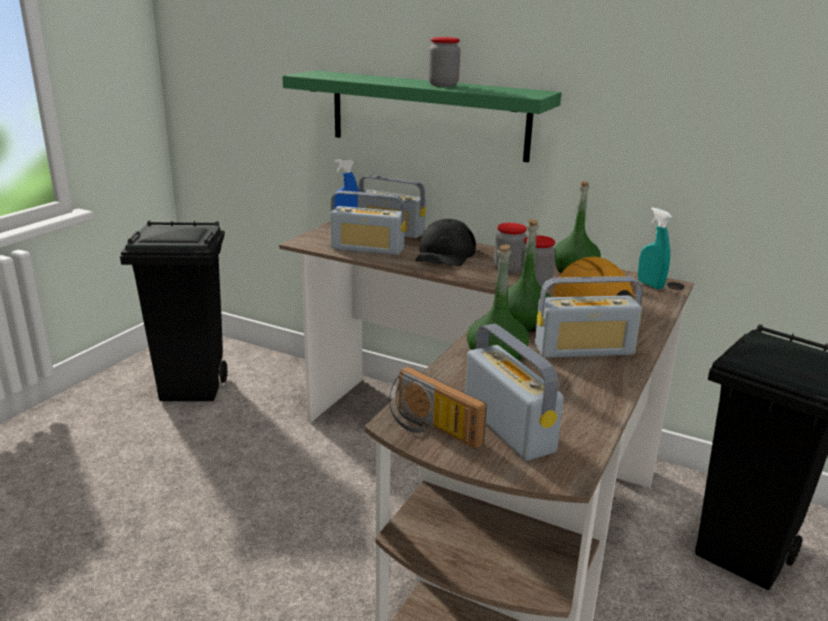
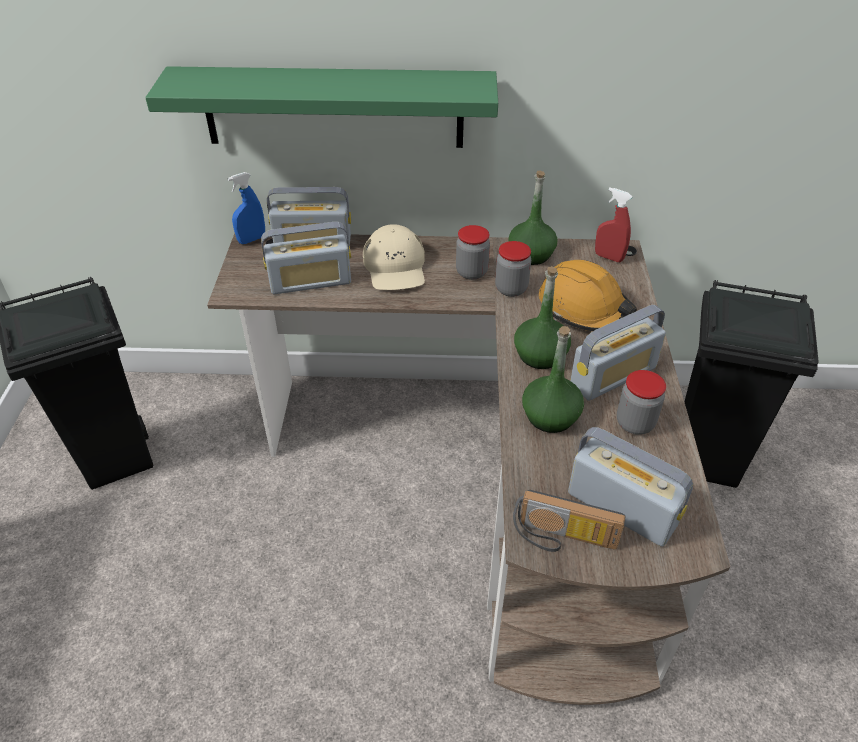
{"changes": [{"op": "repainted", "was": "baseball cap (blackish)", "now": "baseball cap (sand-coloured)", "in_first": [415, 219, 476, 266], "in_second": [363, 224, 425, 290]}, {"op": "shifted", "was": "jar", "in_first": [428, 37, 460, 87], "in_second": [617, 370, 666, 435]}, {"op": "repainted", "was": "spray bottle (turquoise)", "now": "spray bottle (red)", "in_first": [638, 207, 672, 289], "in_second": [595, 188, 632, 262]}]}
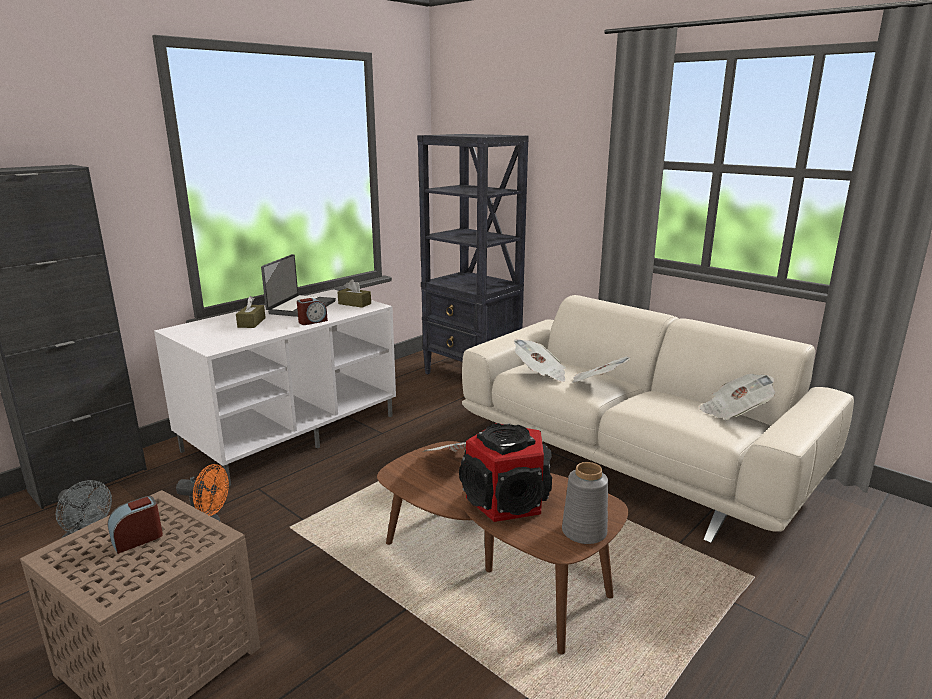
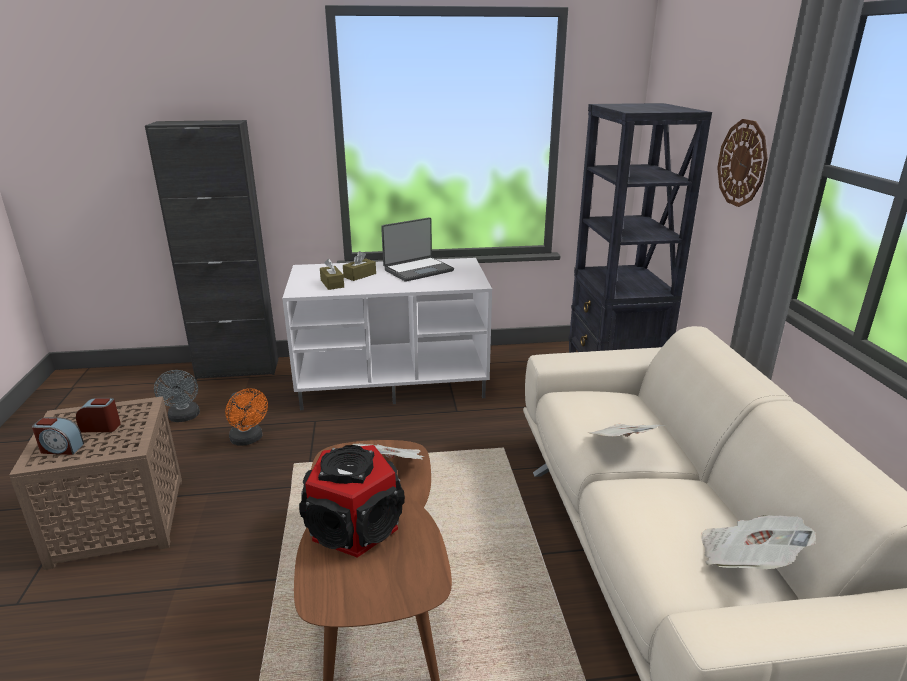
{"changes": [{"op": "shifted", "was": "bedside clock", "in_first": [297, 298, 328, 325], "in_second": [32, 417, 84, 455]}, {"op": "shifted", "was": "box of tissues (brown-coloured)", "in_first": [337, 279, 371, 308], "in_second": [320, 259, 344, 290]}, {"op": "gone", "was": "daily paper", "in_first": [514, 339, 566, 382]}, {"op": "gone", "was": "vase (greyish)", "in_first": [562, 462, 608, 544]}, {"op": "new", "now": "clock on the wall", "in_second": [717, 119, 768, 207]}]}
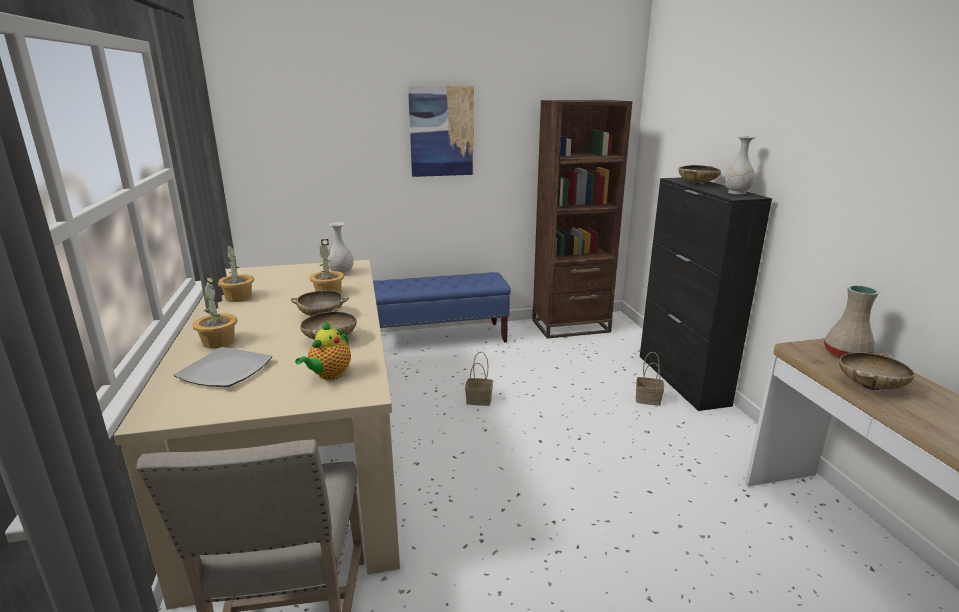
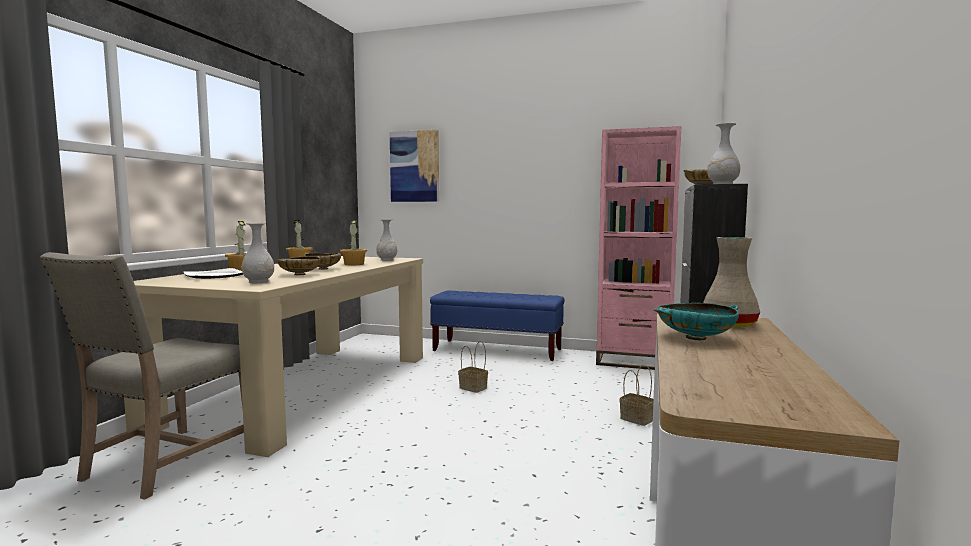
{"changes": [{"op": "swapped", "was": "teapot", "now": "vase (white)", "in_first": [295, 321, 351, 380], "in_second": [242, 223, 274, 283]}, {"op": "shifted", "was": "wall art", "in_first": [408, 86, 474, 177], "in_second": [390, 130, 439, 202]}, {"op": "repainted", "was": "shelving unit (brown-coloured)", "now": "shelving unit (pinkish)", "in_first": [532, 100, 632, 339], "in_second": [596, 126, 681, 370]}, {"op": "repainted", "was": "deep dish (sand-coloured)", "now": "deep dish (turquoise)", "in_first": [839, 352, 915, 390], "in_second": [654, 303, 739, 340]}]}
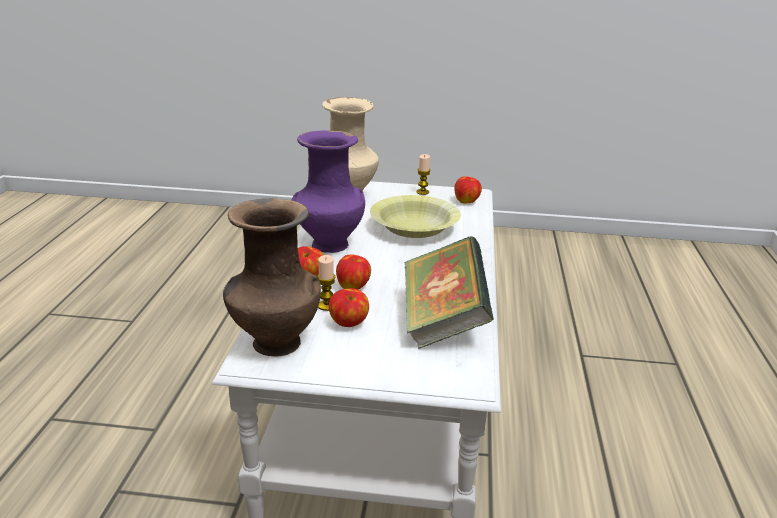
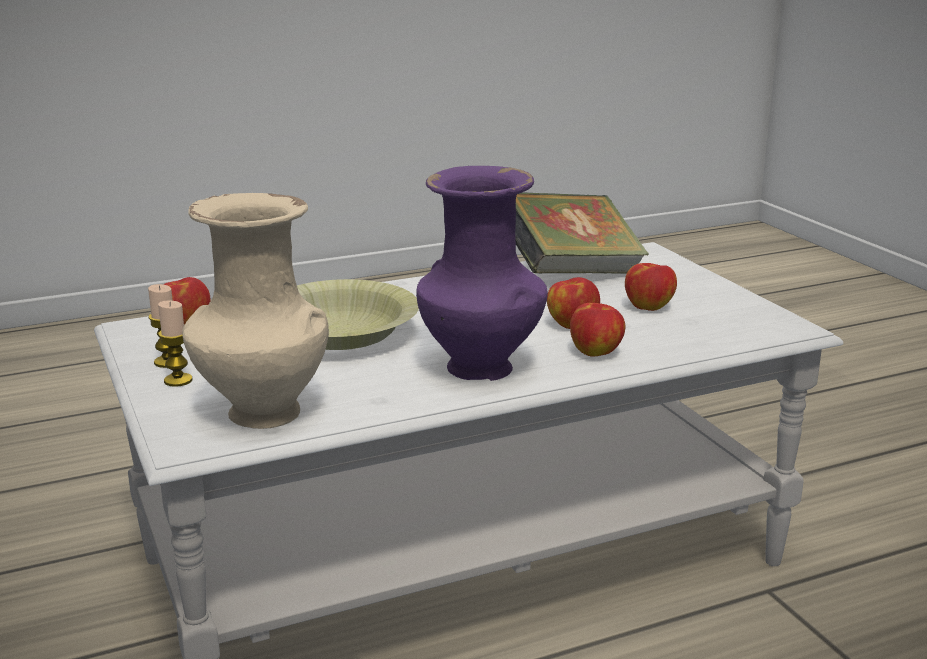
{"changes": [{"op": "gone", "was": "vase (brown-coloured)", "in_first": [223, 199, 321, 357]}, {"op": "shifted", "was": "wax light", "in_first": [317, 255, 336, 311], "in_second": [158, 300, 192, 387]}]}
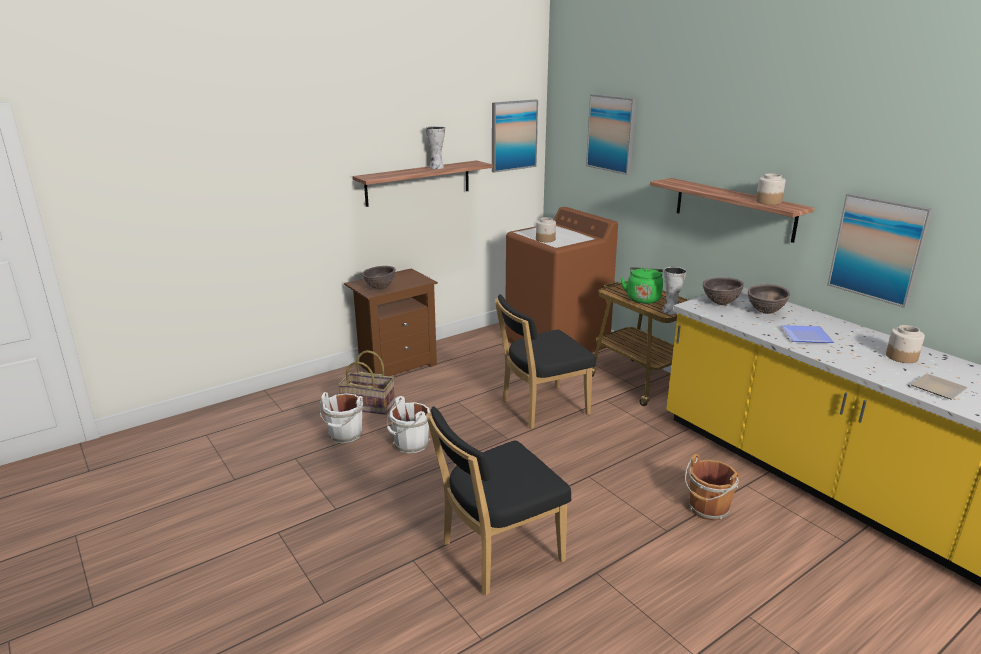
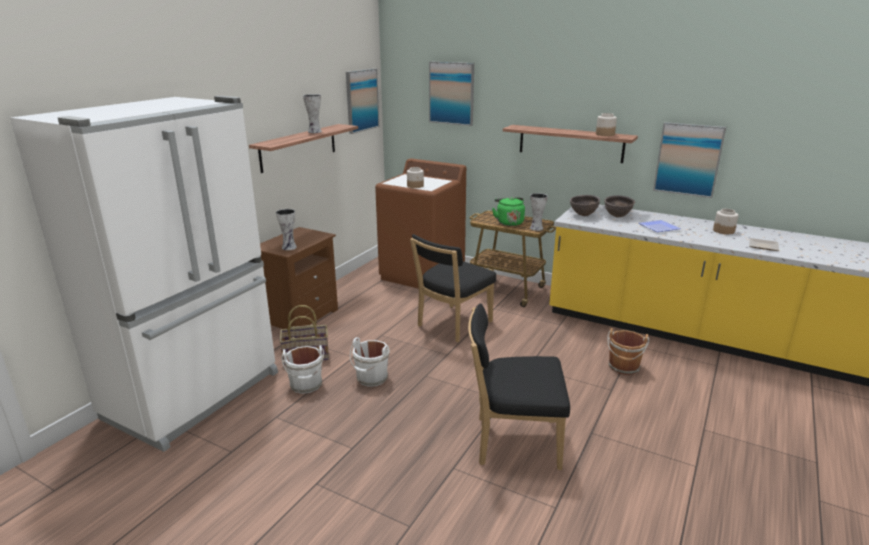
{"changes": [{"op": "swapped", "was": "deep dish (brown-coloured)", "now": "vase", "in_first": [362, 266, 395, 290], "in_second": [276, 209, 297, 250]}, {"op": "rotated", "was": "chair (blackish)", "in_first": [426, 406, 571, 595], "in_second": [468, 303, 570, 470], "clockwise": 60}, {"op": "new", "now": "fridge (white)", "in_second": [10, 96, 278, 452]}]}
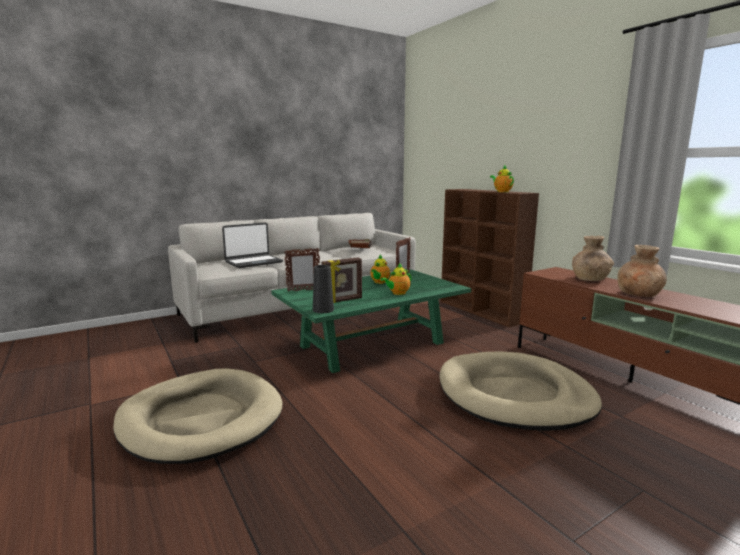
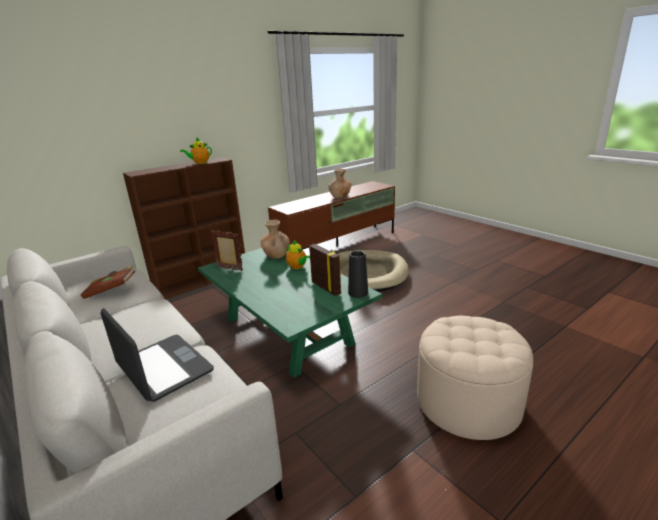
{"changes": [{"op": "swapped", "was": "dog bed (sand-coloured)", "now": "footrest (sand-coloured)", "in_first": [113, 368, 282, 464], "in_second": [417, 316, 533, 440]}, {"op": "gone", "was": "photo frame", "in_first": [284, 248, 320, 292]}, {"op": "gone", "was": "teapot", "in_first": [370, 255, 390, 284]}, {"op": "shifted", "was": "vase (brown-coloured)", "in_first": [572, 236, 614, 281], "in_second": [261, 220, 290, 259]}]}
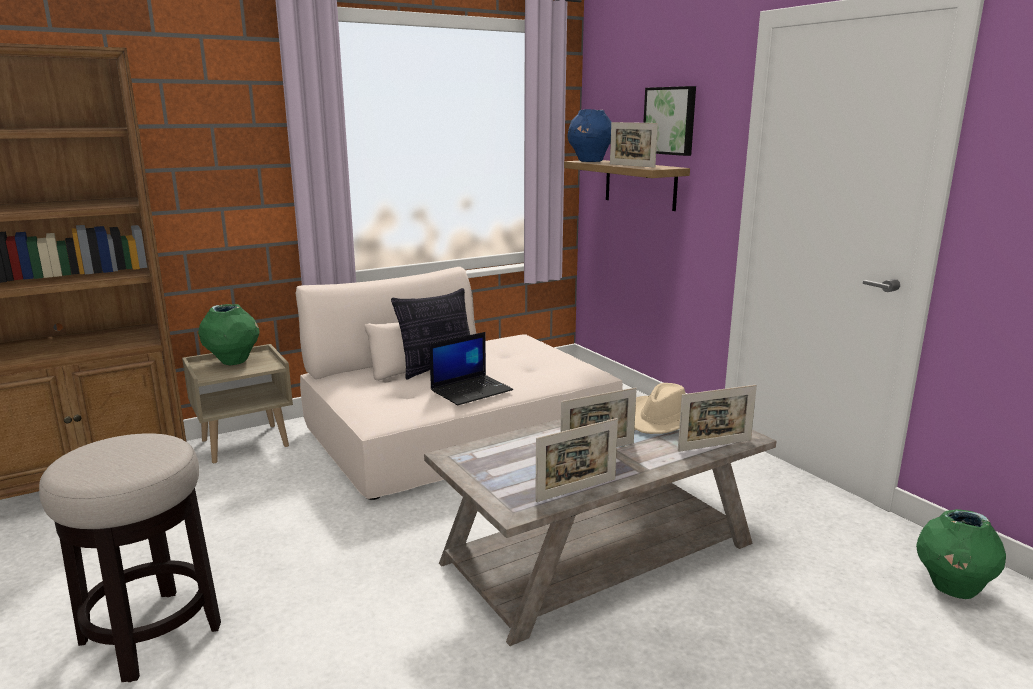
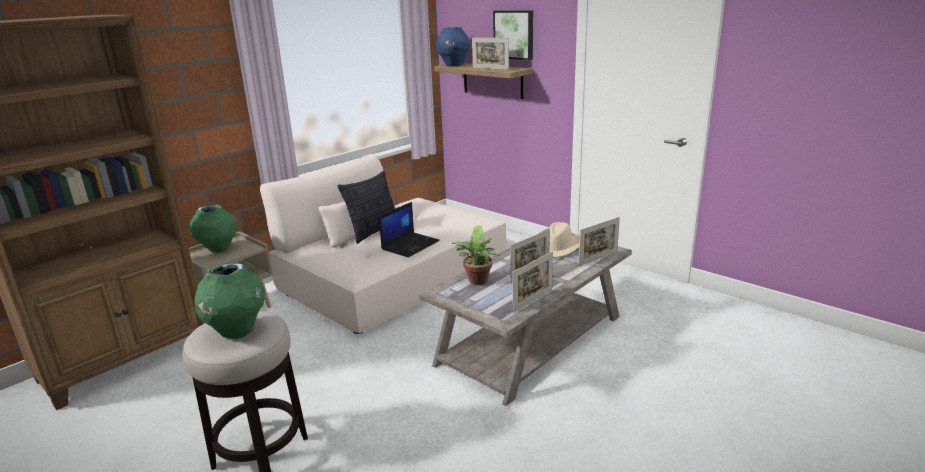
{"changes": [{"op": "shifted", "was": "vase (greenish)", "in_first": [916, 509, 1006, 599], "in_second": [194, 263, 265, 339]}, {"op": "new", "now": "houseplant", "in_second": [452, 225, 501, 285]}]}
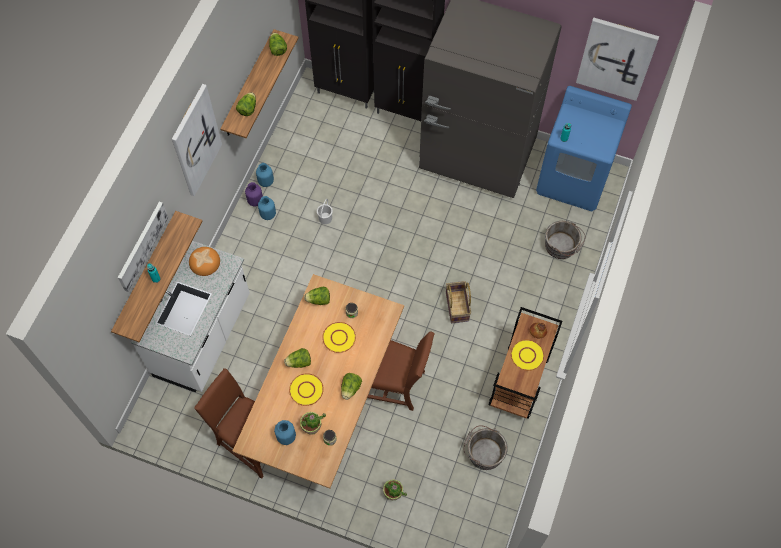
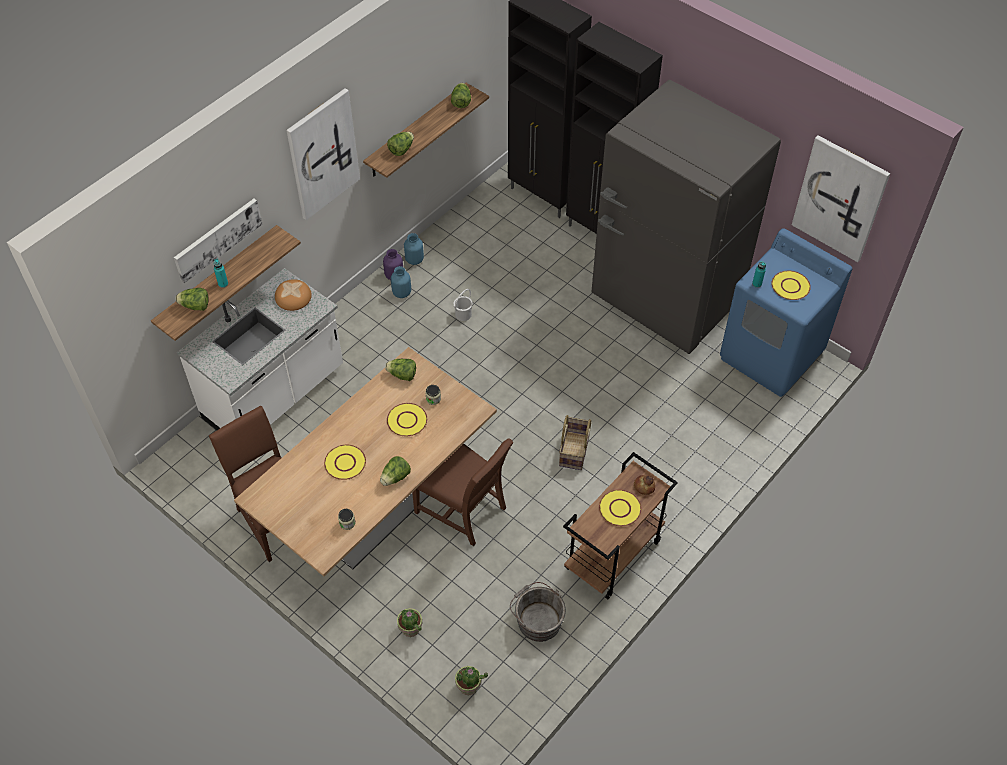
{"changes": [{"op": "gone", "was": "vase (blue-coloured)", "in_first": [274, 420, 296, 445]}, {"op": "shifted", "was": "lettuce", "in_first": [284, 348, 311, 368], "in_second": [176, 288, 209, 311]}, {"op": "shifted", "was": "houseplant", "in_first": [300, 412, 326, 435], "in_second": [455, 666, 488, 695]}, {"op": "gone", "was": "water bucket (greyish)", "in_first": [545, 221, 585, 259]}, {"op": "new", "now": "plate (yellow-coloured)", "in_second": [771, 271, 811, 300]}]}
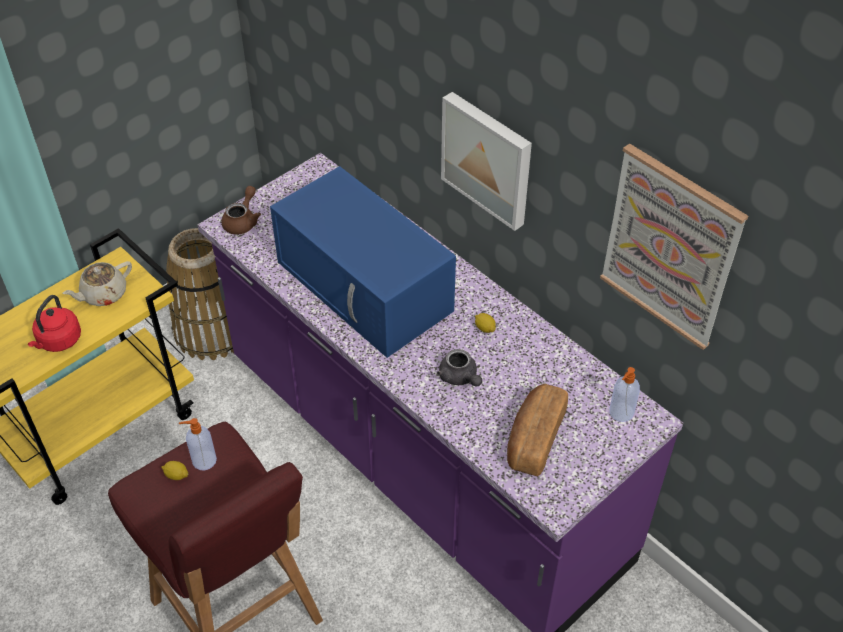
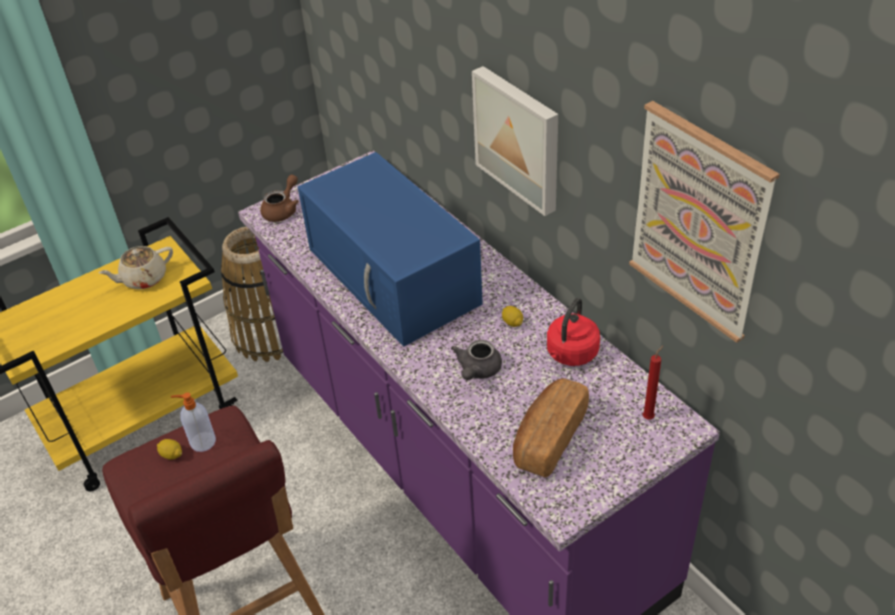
{"changes": [{"op": "shifted", "was": "kettle (red)", "in_first": [28, 295, 81, 352], "in_second": [547, 298, 600, 366]}, {"op": "rotated", "was": "teapot (greyish)", "in_first": [437, 349, 482, 386], "in_second": [451, 340, 502, 380], "clockwise": 45}, {"op": "swapped", "was": "liquid soap bottle", "now": "wax light (red)", "in_first": [609, 367, 640, 422], "in_second": [643, 345, 663, 420]}]}
